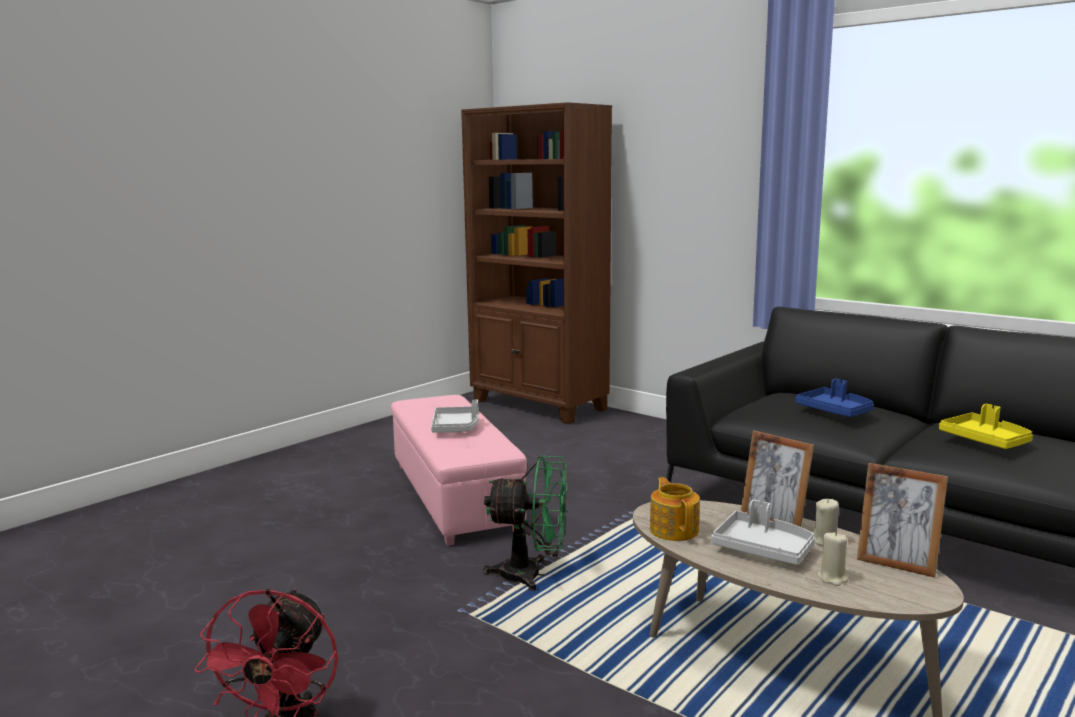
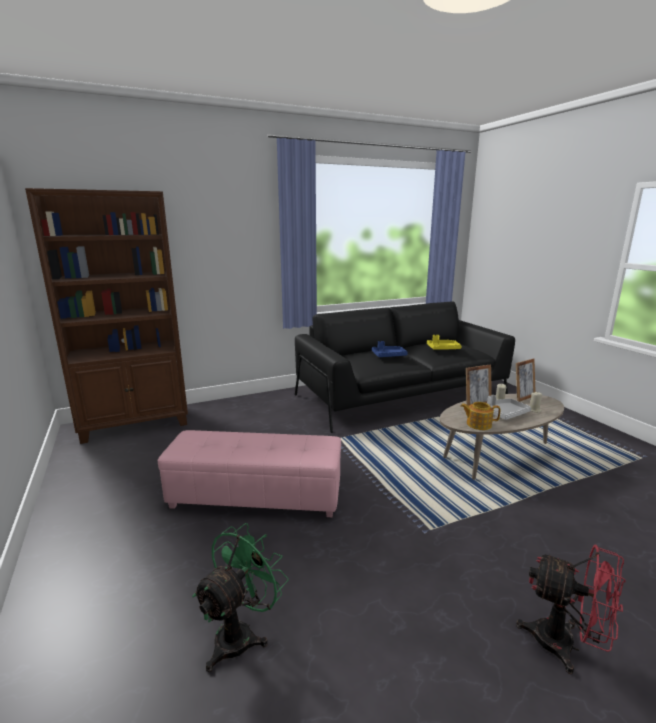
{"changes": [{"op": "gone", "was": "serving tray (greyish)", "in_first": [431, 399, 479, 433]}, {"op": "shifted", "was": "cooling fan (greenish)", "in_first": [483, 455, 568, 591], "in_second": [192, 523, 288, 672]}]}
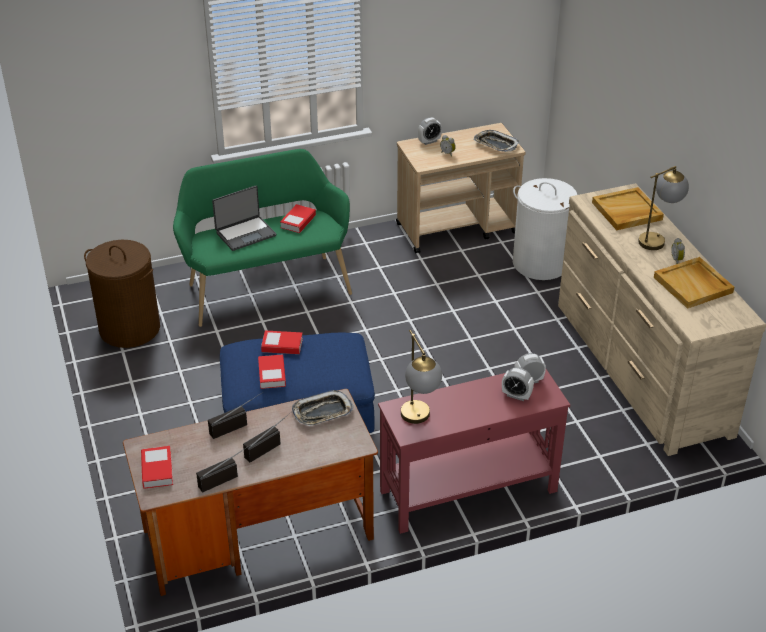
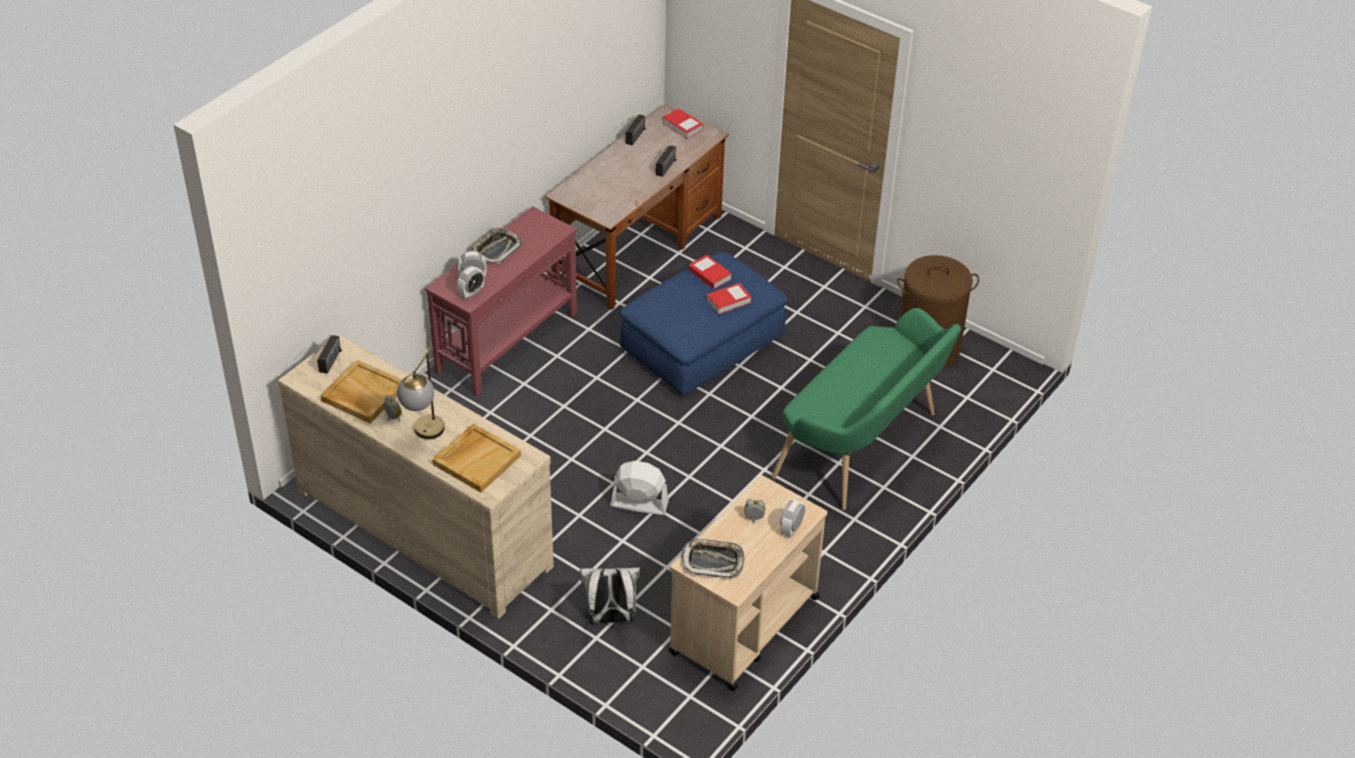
{"changes": [{"op": "gone", "was": "portable computer", "in_first": [212, 186, 276, 251]}, {"op": "shifted", "was": "radio set", "in_first": [243, 409, 295, 463], "in_second": [308, 335, 342, 374]}, {"op": "gone", "was": "bound book", "in_first": [280, 204, 316, 233]}, {"op": "shifted", "was": "serving tray", "in_first": [292, 390, 354, 426], "in_second": [471, 228, 522, 264]}, {"op": "gone", "was": "lamp for a table", "in_first": [401, 330, 442, 424]}, {"op": "swapped", "was": "hamper (white)", "now": "backpack (white)", "in_first": [513, 178, 577, 280], "in_second": [580, 565, 640, 625]}, {"op": "new", "now": "cooling fan (white)", "in_second": [610, 461, 669, 515]}]}
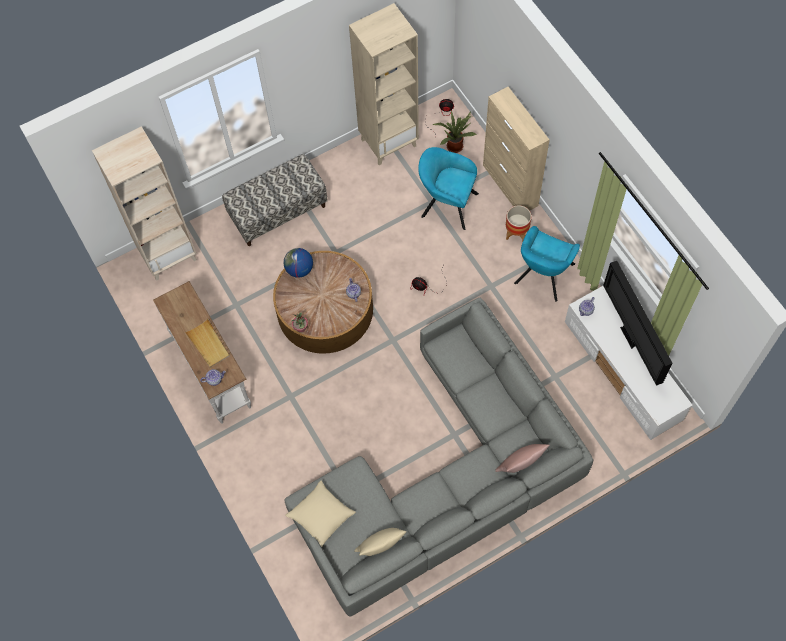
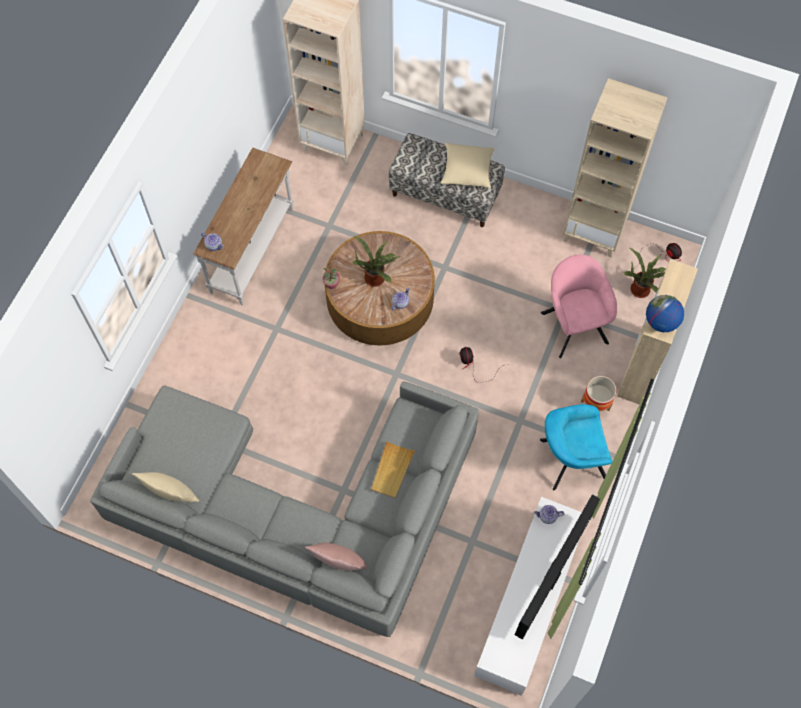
{"changes": [{"op": "shifted", "was": "serving tray (sand-coloured)", "in_first": [185, 318, 230, 367], "in_second": [371, 441, 415, 498]}, {"op": "shifted", "was": "desk globe", "in_first": [283, 248, 313, 278], "in_second": [646, 295, 684, 332]}, {"op": "shifted", "was": "pillow (sand-coloured)", "in_first": [285, 481, 356, 547], "in_second": [441, 143, 495, 188]}, {"op": "repainted", "was": "armchair (turquoise)", "now": "armchair (pinkish)", "in_first": [418, 147, 479, 230], "in_second": [541, 255, 617, 358]}, {"op": "new", "now": "houseplant", "in_second": [352, 235, 401, 287]}]}
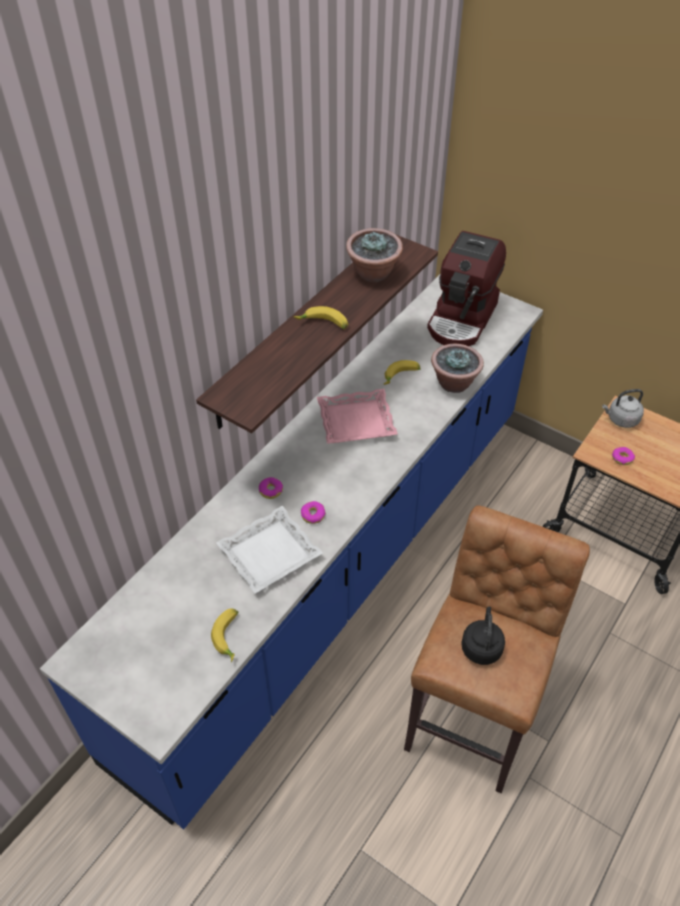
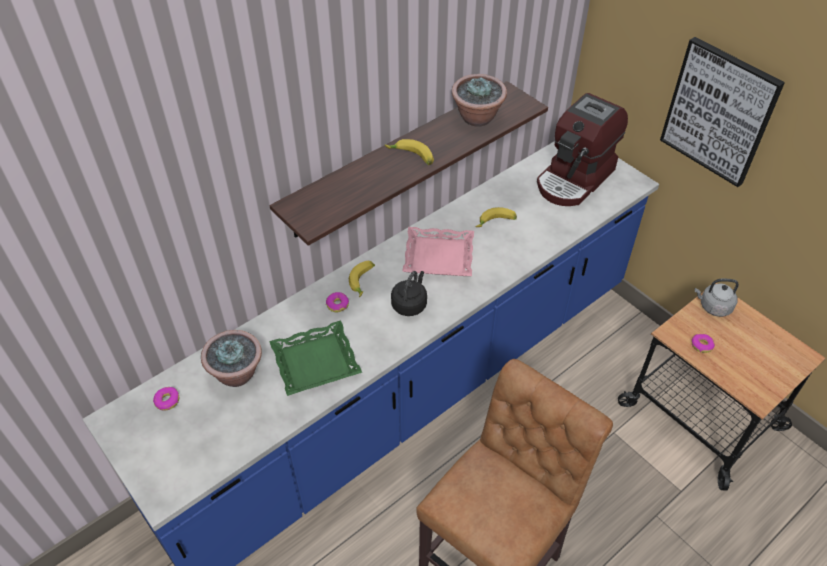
{"changes": [{"op": "shifted", "was": "whole banana", "in_first": [211, 609, 238, 663], "in_second": [349, 261, 375, 297]}, {"op": "repainted", "was": "serving tray (white)", "now": "serving tray (greenish)", "in_first": [216, 506, 323, 594], "in_second": [269, 320, 362, 396]}, {"op": "shifted", "was": "donut", "in_first": [301, 501, 326, 524], "in_second": [153, 387, 179, 411]}, {"op": "shifted", "was": "houseplant", "in_first": [431, 344, 484, 393], "in_second": [201, 330, 262, 387]}, {"op": "shifted", "was": "kettle (blackish)", "in_first": [461, 607, 505, 665], "in_second": [391, 271, 427, 316]}, {"op": "new", "now": "wall art", "in_second": [660, 37, 785, 187]}]}
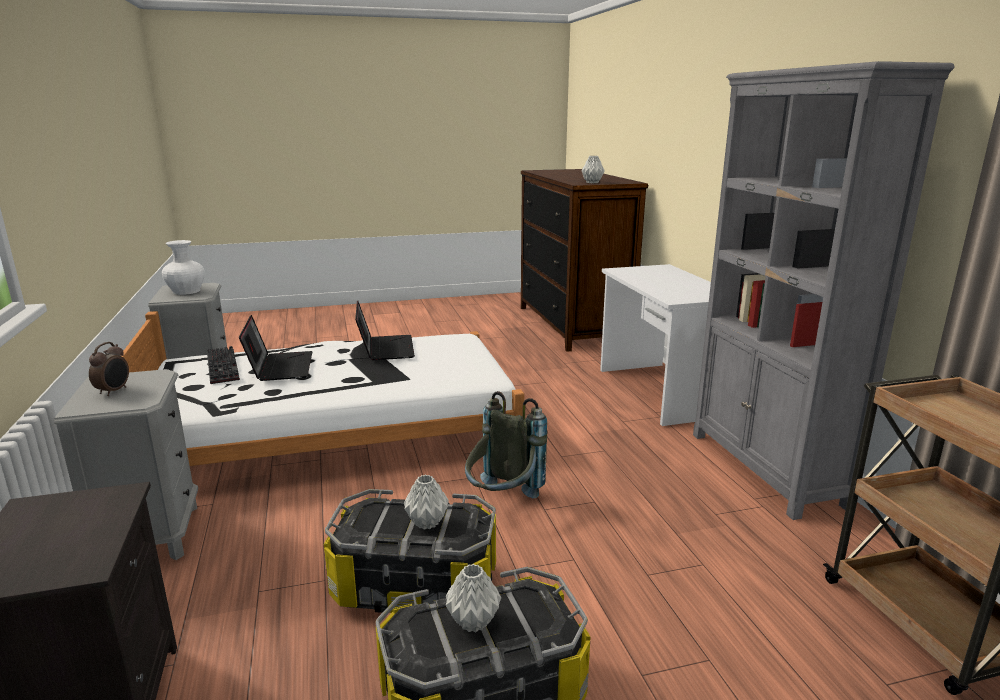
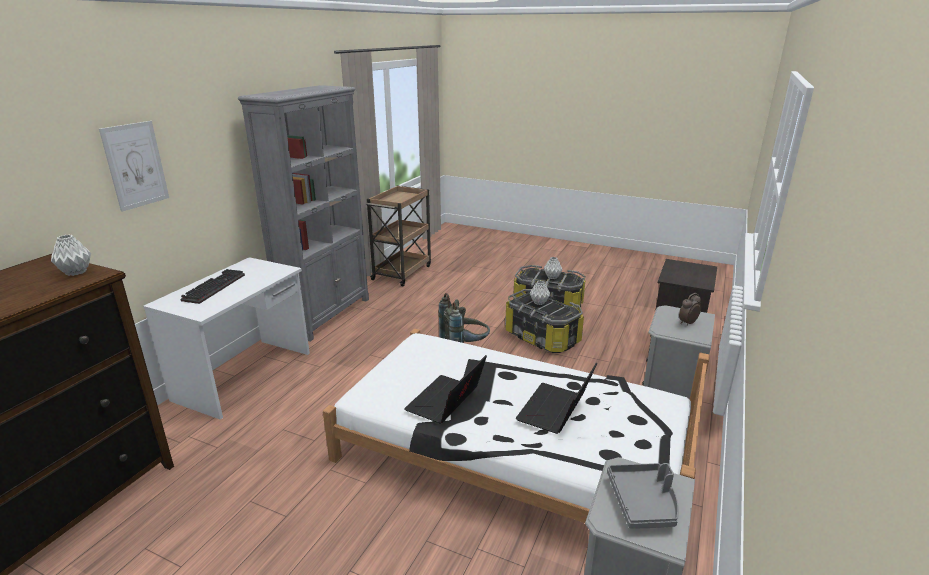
{"changes": [{"op": "swapped", "was": "vase (white)", "now": "serving tray (greyish)", "in_first": [162, 240, 205, 295], "in_second": [607, 463, 679, 529]}, {"op": "shifted", "was": "keyboard", "in_first": [207, 346, 240, 384], "in_second": [180, 269, 245, 304]}, {"op": "new", "now": "wall art", "in_second": [99, 121, 169, 212]}]}
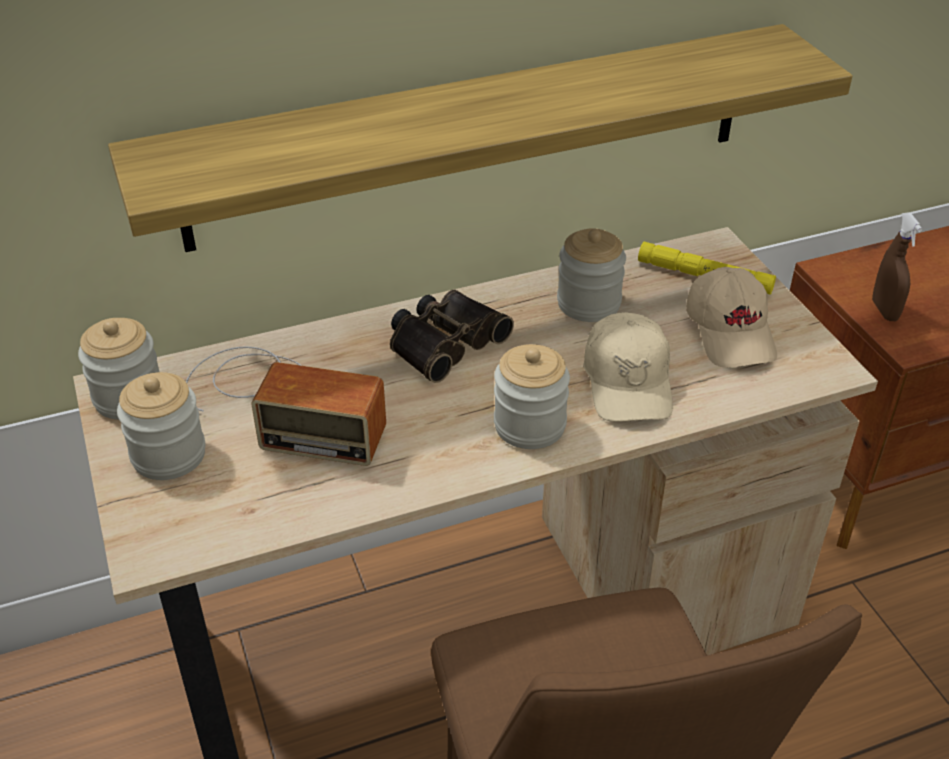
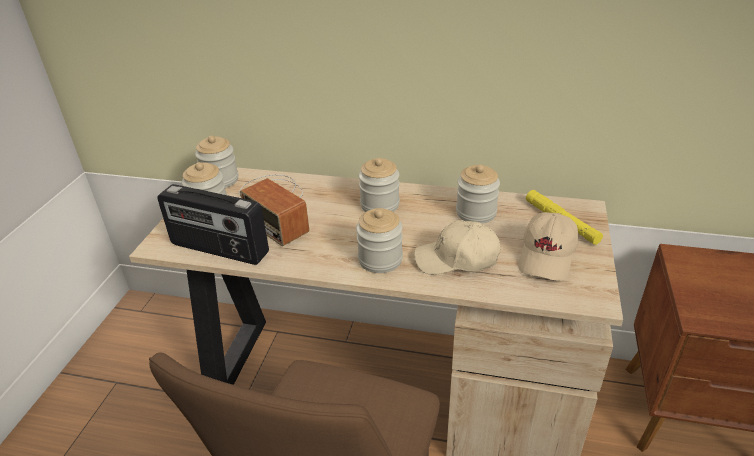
{"changes": [{"op": "gone", "was": "shelf", "in_first": [108, 24, 853, 252]}, {"op": "swapped", "was": "field glasses", "now": "jar", "in_first": [390, 290, 514, 383], "in_second": [359, 158, 400, 212]}, {"op": "rotated", "was": "baseball cap (sand-coloured)", "in_first": [583, 312, 673, 422], "in_second": [414, 220, 500, 275], "clockwise": 60}, {"op": "gone", "was": "spray bottle (brown-coloured)", "in_first": [872, 212, 922, 321]}, {"op": "new", "now": "radio set", "in_second": [157, 184, 269, 265]}]}
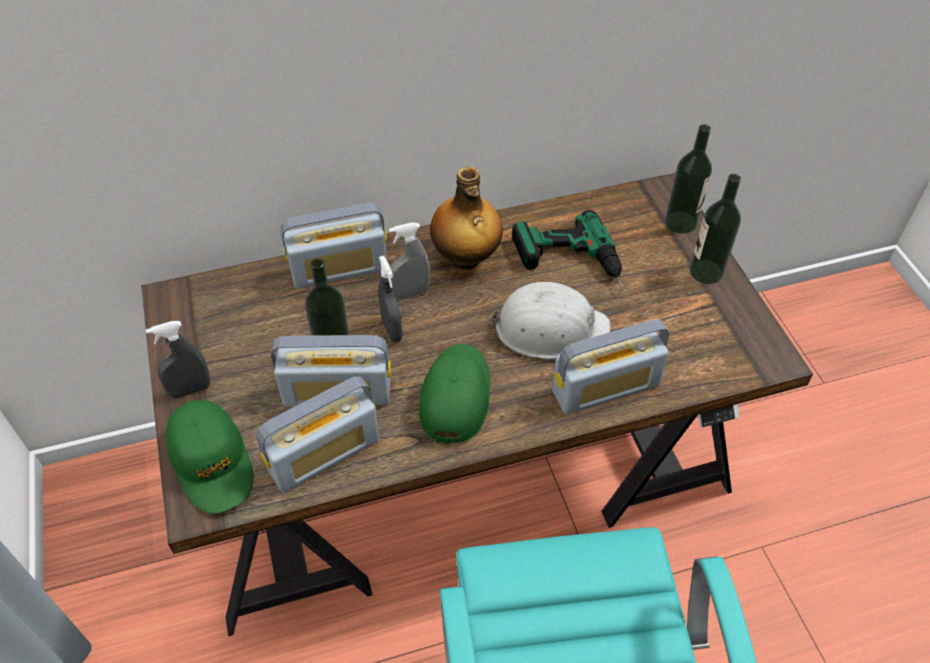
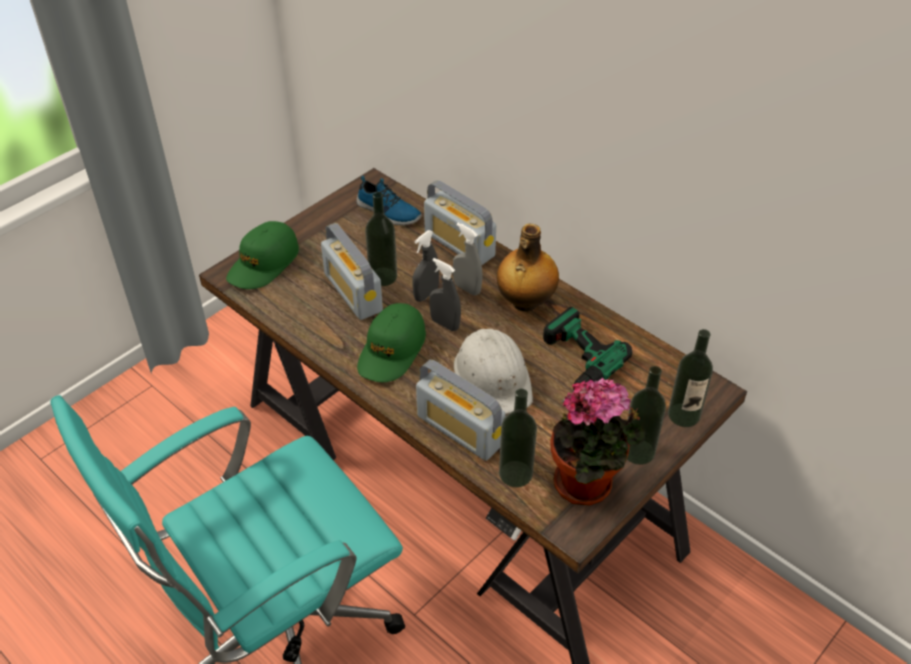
{"changes": [{"op": "shifted", "was": "spray bottle (greyish)", "in_first": [146, 321, 210, 398], "in_second": [429, 258, 461, 331]}, {"op": "gone", "was": "radio set", "in_first": [256, 376, 379, 493]}, {"op": "rotated", "was": "baseball cap (greenish)", "in_first": [419, 344, 491, 444], "in_second": [357, 303, 426, 382], "clockwise": 135}, {"op": "new", "now": "item of footwear", "in_second": [357, 176, 422, 225]}, {"op": "new", "now": "beverage bottle", "in_second": [499, 389, 537, 487]}, {"op": "new", "now": "houseplant", "in_second": [550, 378, 645, 506]}]}
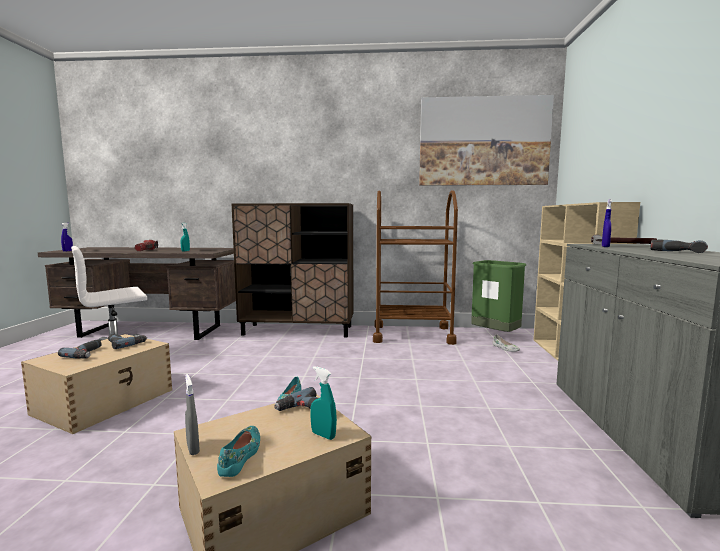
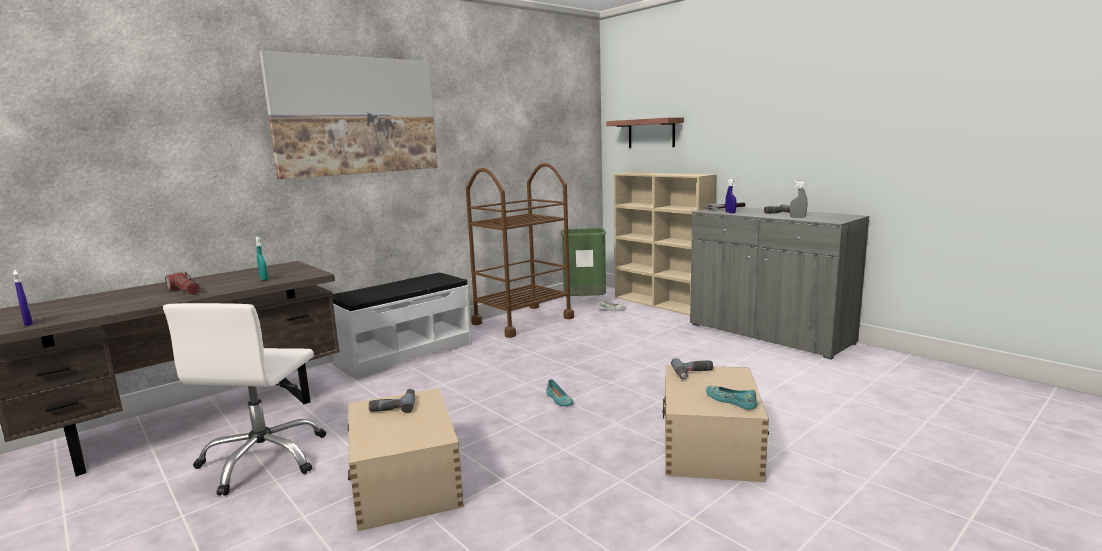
{"changes": [{"op": "gone", "was": "power drill", "in_first": [58, 339, 102, 359]}, {"op": "shifted", "was": "spray bottle (greyish)", "in_first": [185, 374, 200, 455], "in_second": [790, 181, 807, 218]}, {"op": "swapped", "was": "cupboard (brown-coloured)", "now": "indoor bench (white)", "in_first": [231, 203, 353, 338], "in_second": [332, 272, 472, 379]}, {"op": "gone", "was": "spray bottle (turquoise)", "in_first": [310, 366, 337, 440]}, {"op": "shifted", "was": "wall art", "in_first": [419, 95, 554, 186], "in_second": [259, 51, 437, 179]}, {"op": "new", "now": "shelf", "in_second": [606, 117, 684, 148]}]}
